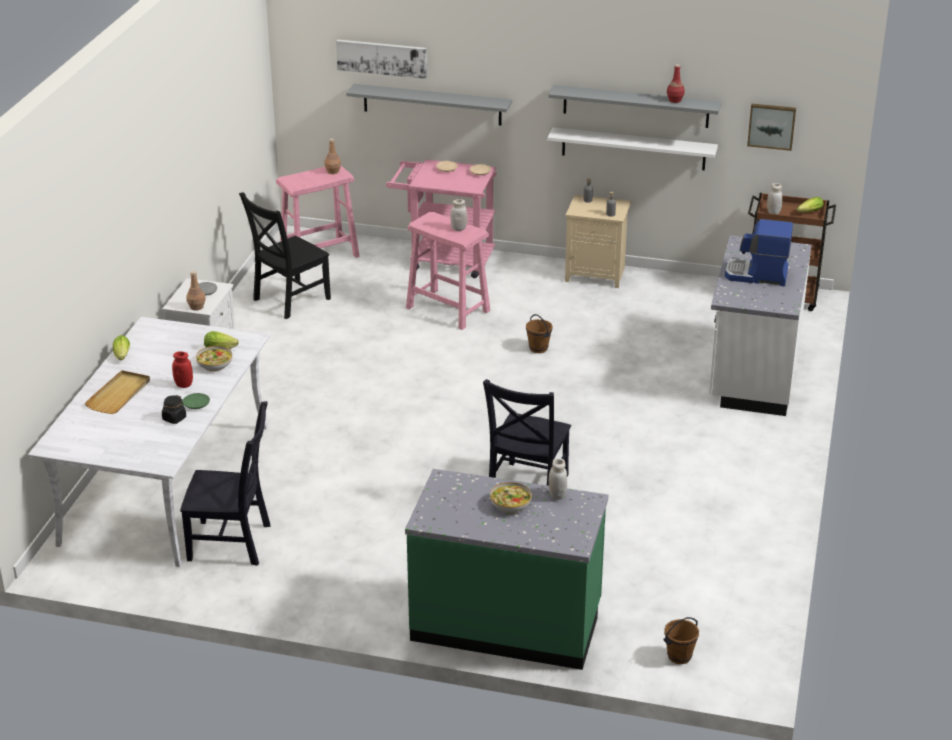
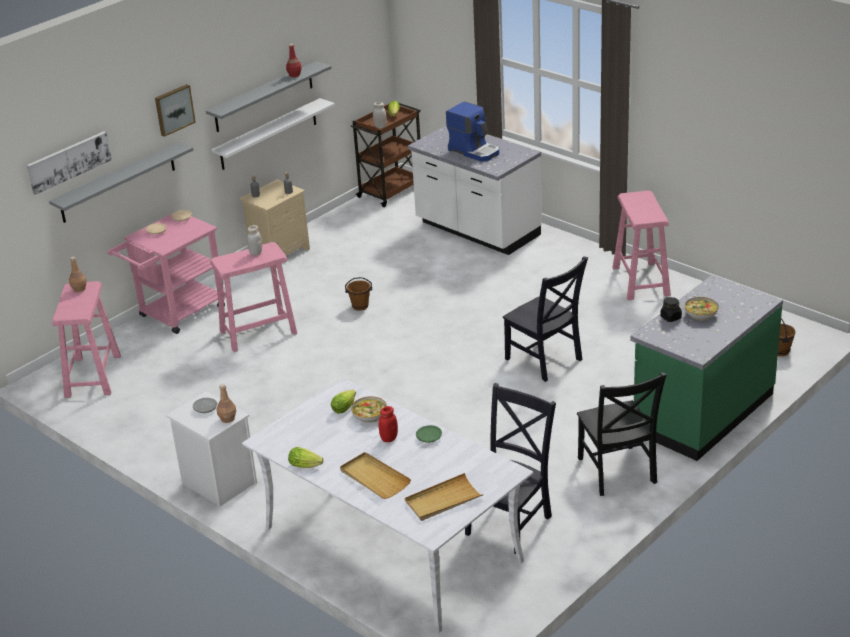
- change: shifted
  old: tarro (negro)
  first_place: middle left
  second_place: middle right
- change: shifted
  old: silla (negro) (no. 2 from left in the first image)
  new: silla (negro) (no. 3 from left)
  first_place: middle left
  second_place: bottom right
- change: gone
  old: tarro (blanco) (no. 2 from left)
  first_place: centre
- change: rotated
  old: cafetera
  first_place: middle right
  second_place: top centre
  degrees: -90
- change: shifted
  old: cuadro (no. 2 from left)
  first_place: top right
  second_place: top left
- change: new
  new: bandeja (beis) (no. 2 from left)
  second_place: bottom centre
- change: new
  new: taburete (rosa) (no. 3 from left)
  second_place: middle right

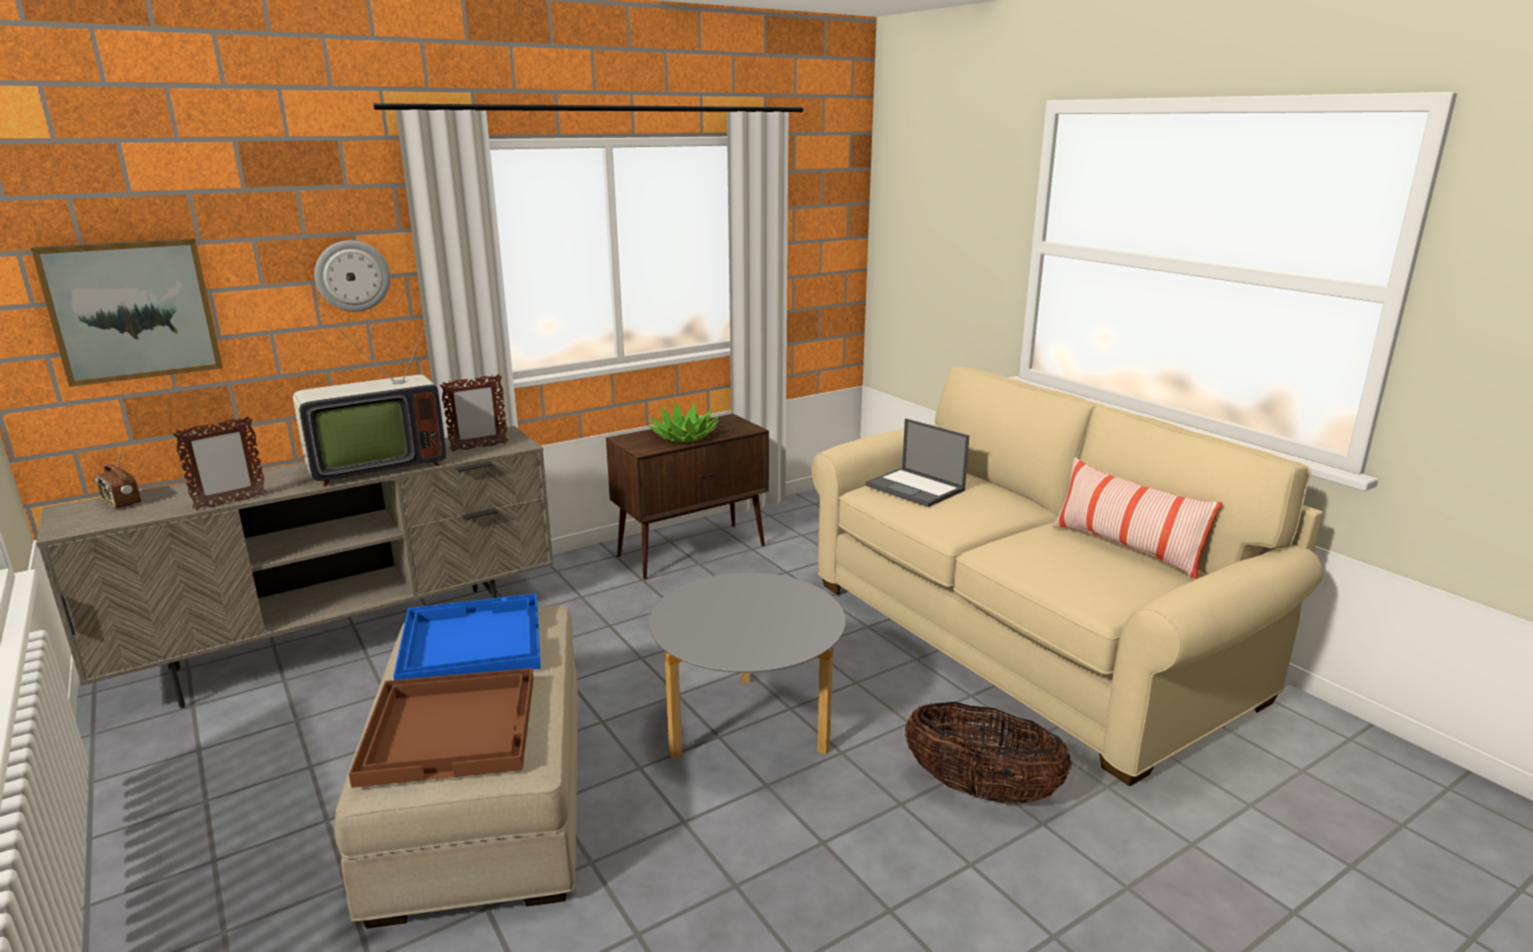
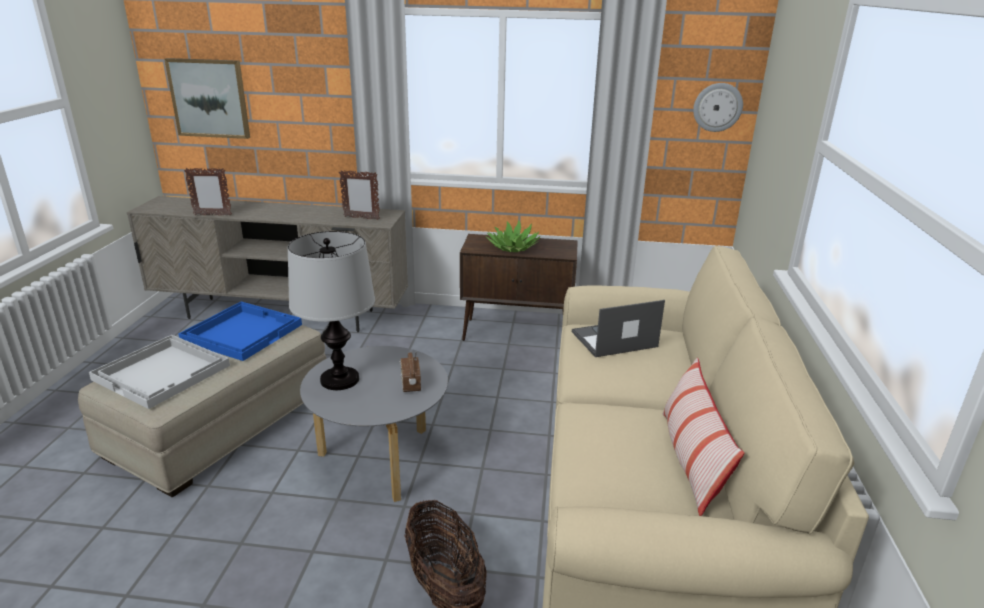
- change: shifted
  old: radio
  first_place: middle left
  second_place: centre
- change: gone
  old: televisor
  first_place: middle left
- change: shifted
  old: reloj de pared
  first_place: top left
  second_place: top right
- change: repainted
  old: bandeja (marrón)
  new: bandeja (blanco)
  first_place: bottom left
  second_place: middle left
- change: rotated
  old: portátil
  first_place: centre
  second_place: centre
  degrees: 75
- change: new
  new: lámpara de mesa
  second_place: centre

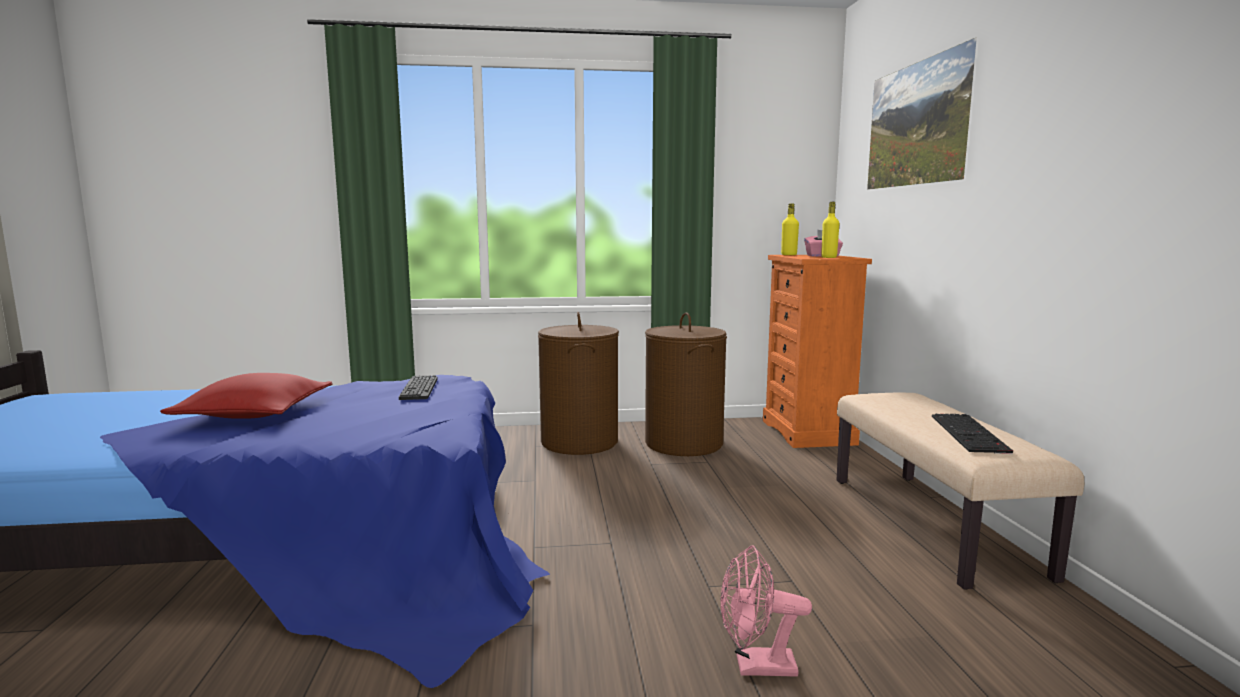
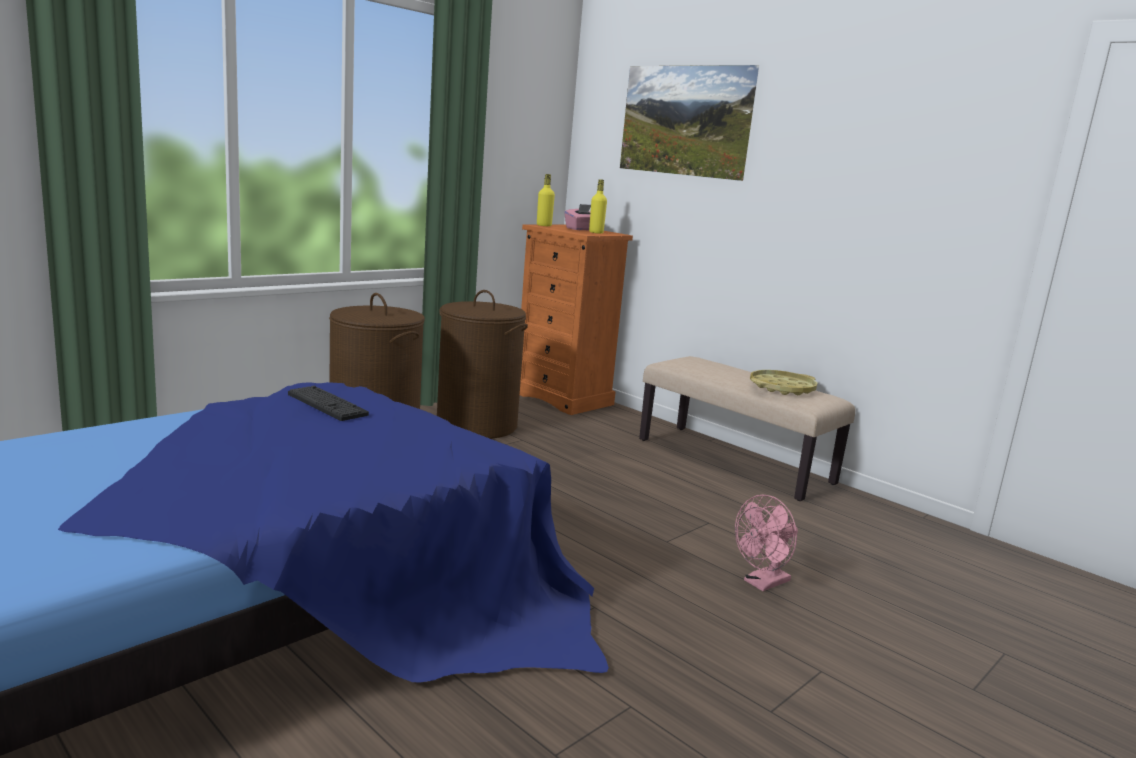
- change: gone
  old: cojín (rojo)
  first_place: middle left
- change: swapped
  old: teclado (no. 2 from left)
  new: bandeja (amarillo)
  first_place: middle right
  second_place: middle right

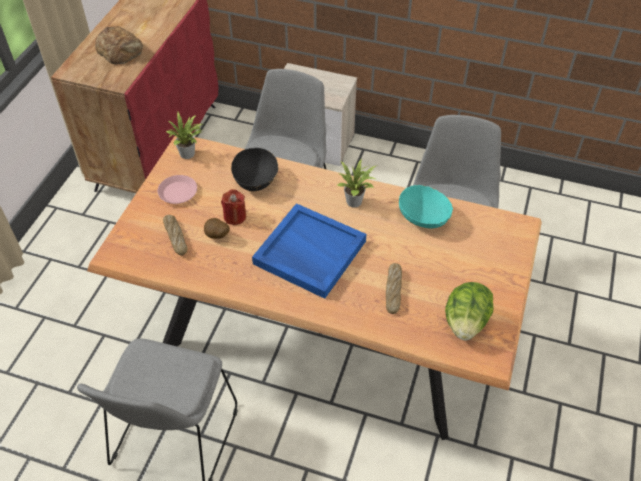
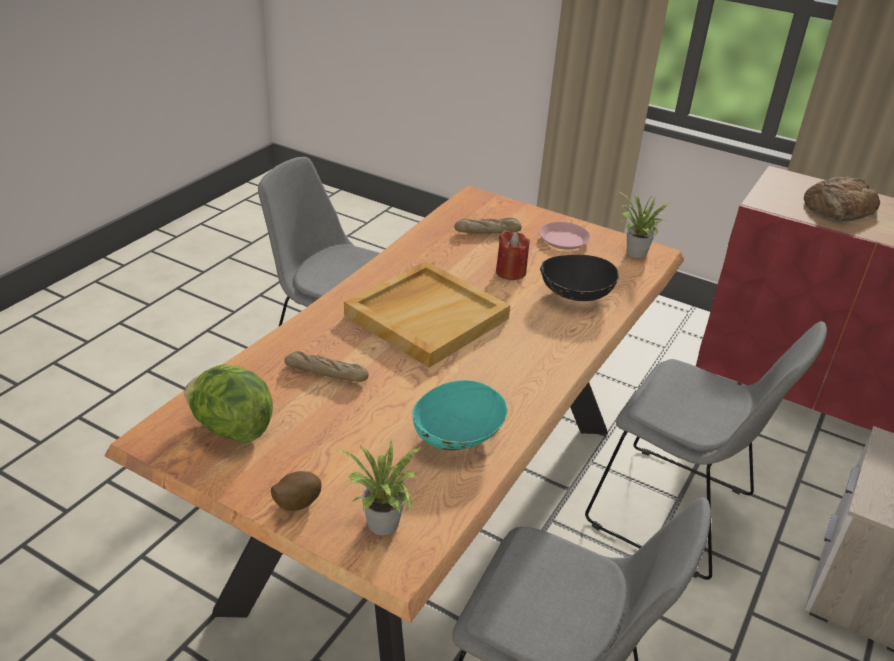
- change: shifted
  old: patata
  first_place: centre
  second_place: bottom left
- change: repainted
  old: bandeja (azul)
  new: bandeja (beis)
  first_place: centre
  second_place: centre
- change: shifted
  old: planta en maceta (no. 2 from left in the first image)
  new: planta en maceta (no. 1 from left)
  first_place: centre
  second_place: bottom centre

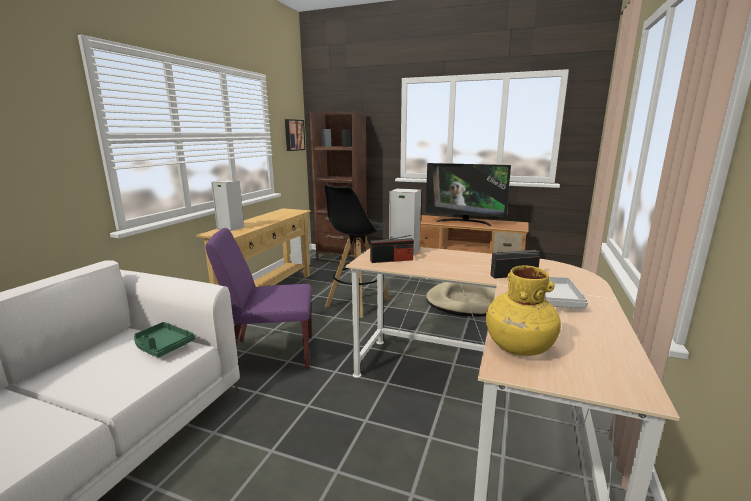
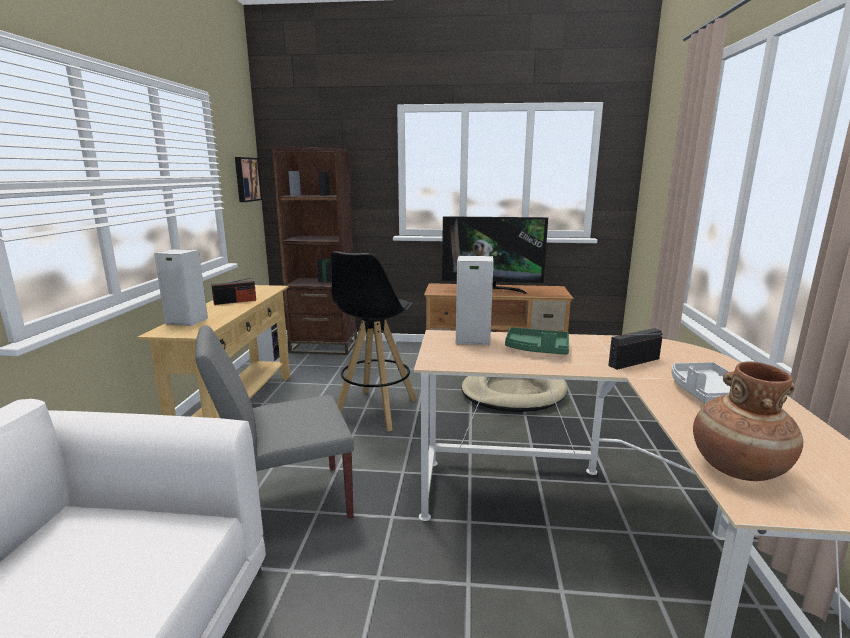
- change: shifted
  old: bandeja (verde)
  first_place: bottom left
  second_place: centre
- change: repainted
  old: silla (morado)
  new: silla (gris)
  first_place: centre
  second_place: middle left
- change: shifted
  old: radio (no. 1 from left)
  first_place: centre
  second_place: middle left
- change: repainted
  old: florero (amarillo)
  new: florero (marrón)
  first_place: middle right
  second_place: middle right

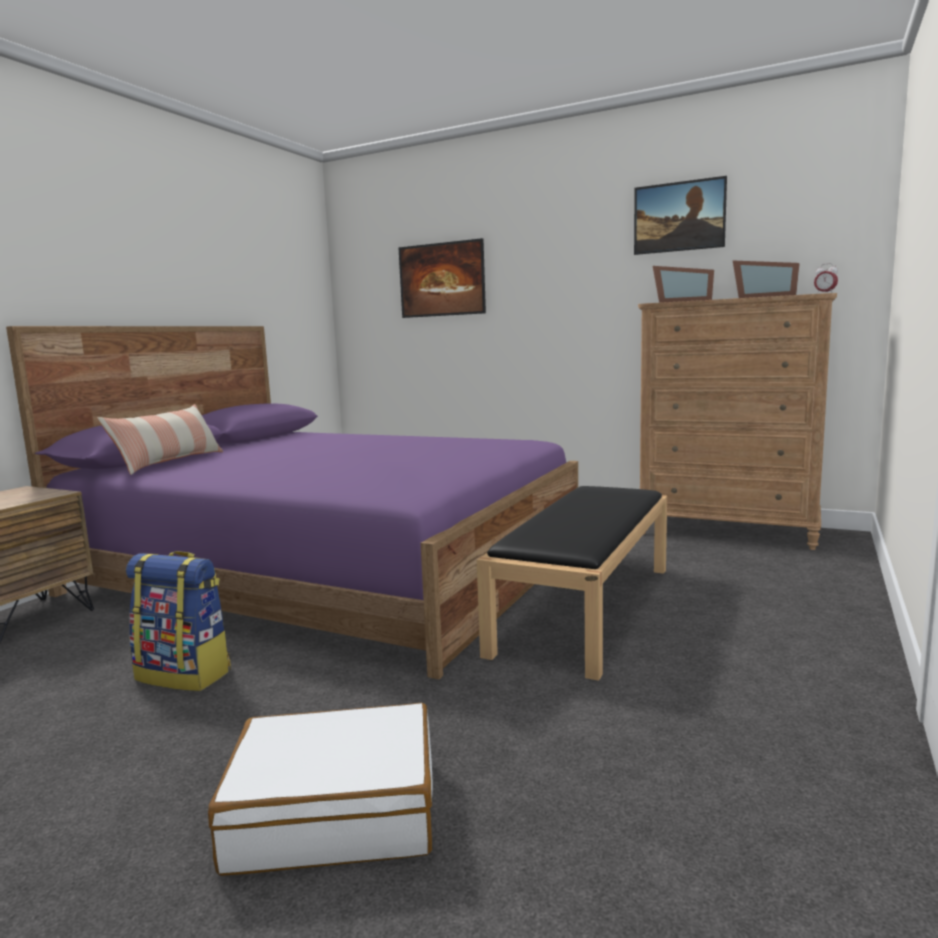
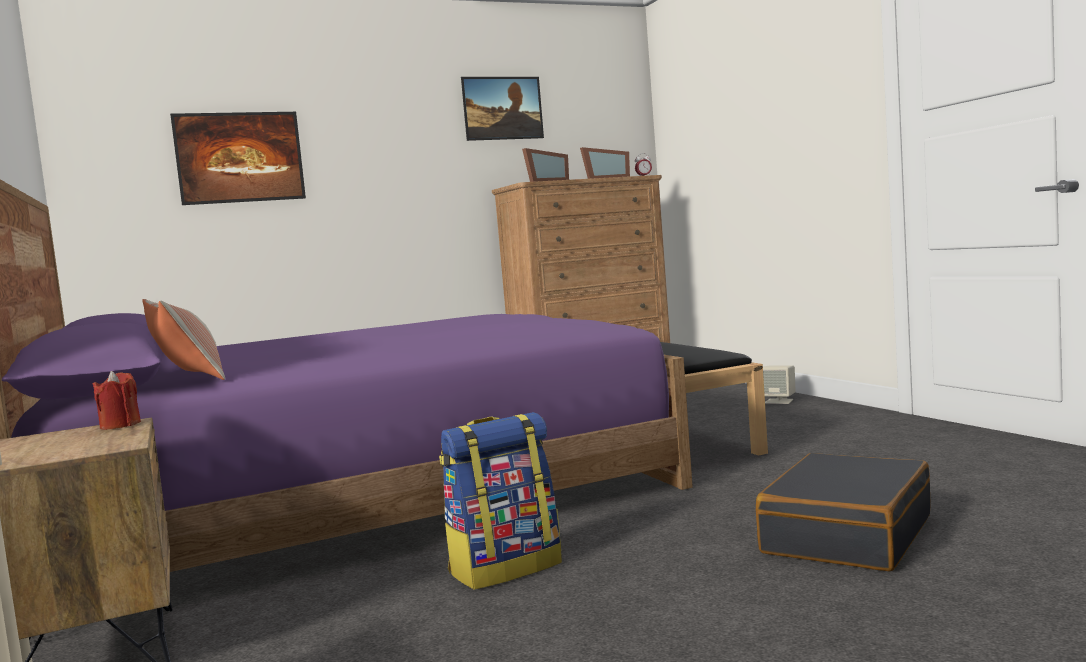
- change: repainted
  old: maleta (blanco)
  new: maleta (negro)
  first_place: bottom centre
  second_place: bottom right
- change: new
  new: vela (rojo)
  second_place: middle left
- change: new
  new: altavoz (beis)
  second_place: middle right

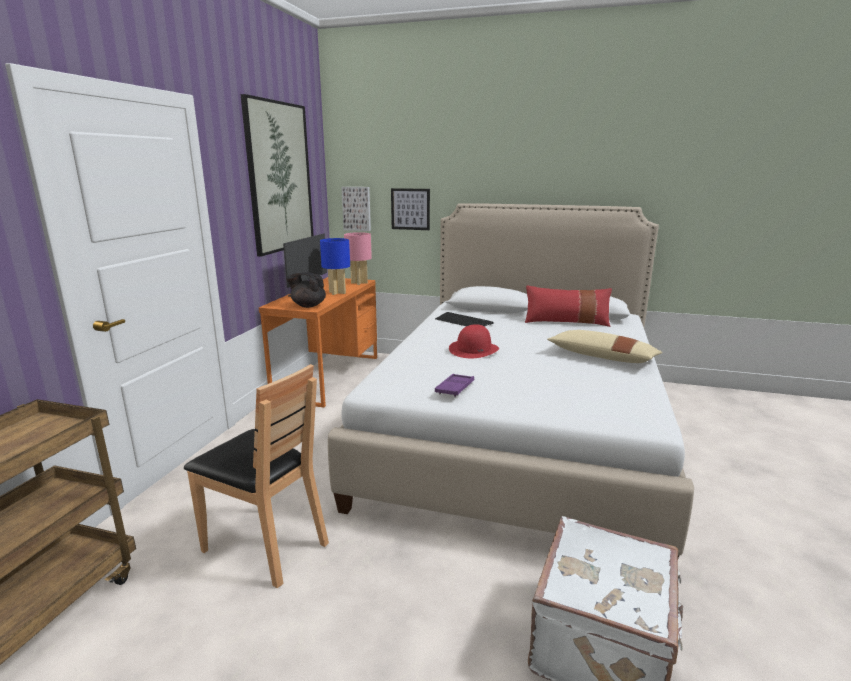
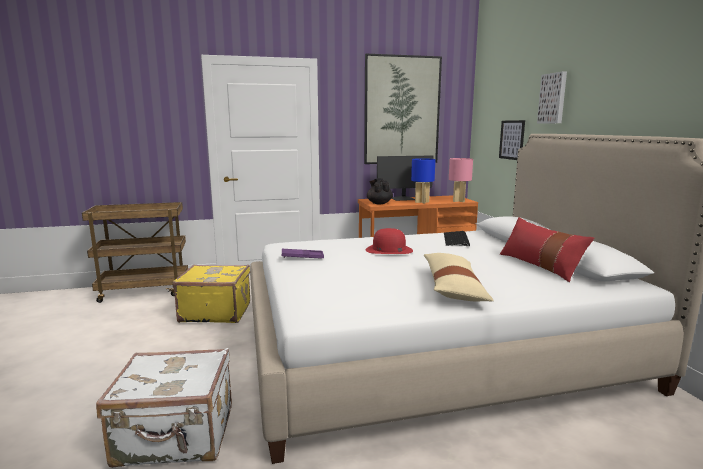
- change: swapped
  old: silla (marrón)
  new: maleta (amarillo)
  first_place: bottom left
  second_place: middle left
- change: shifted
  old: cuadro (no. 2 from left in the first image)
  new: cuadro (no. 3 from left)
  first_place: top centre
  second_place: top right

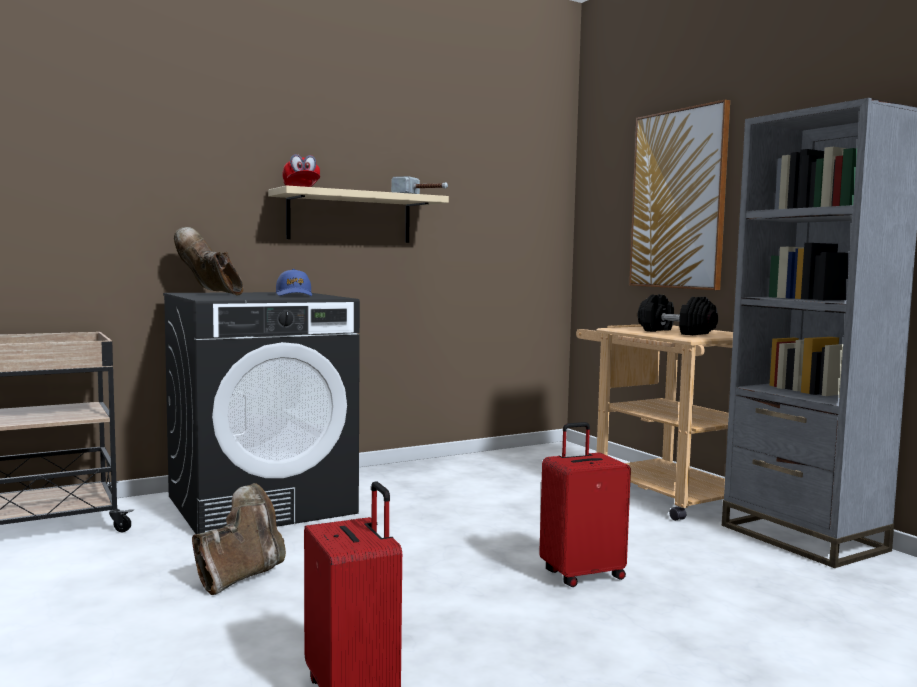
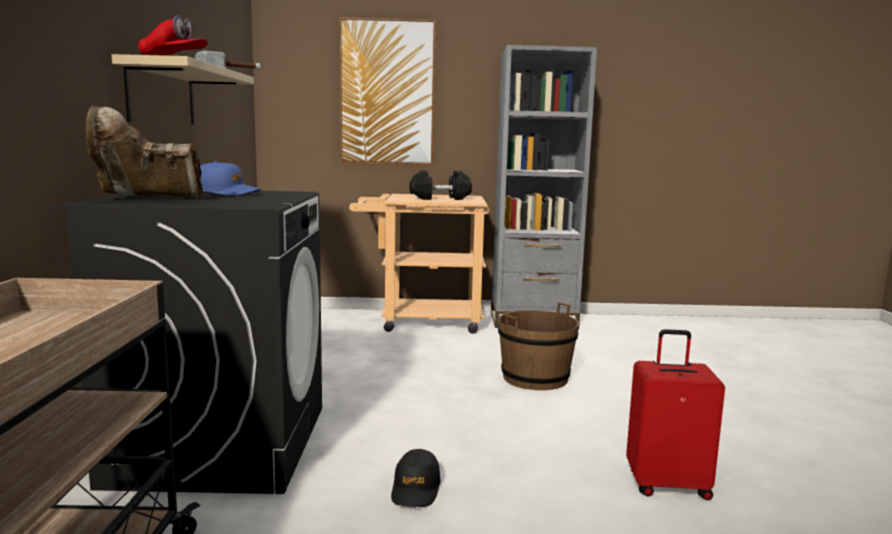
- change: swapped
  old: bota (marrón) (no. 2 from left)
  new: gorra (negro)
  first_place: bottom left
  second_place: bottom centre
- change: swapped
  old: maleta (rojo) (no. 2 from left)
  new: cubo (marrón)
  first_place: bottom centre
  second_place: centre

